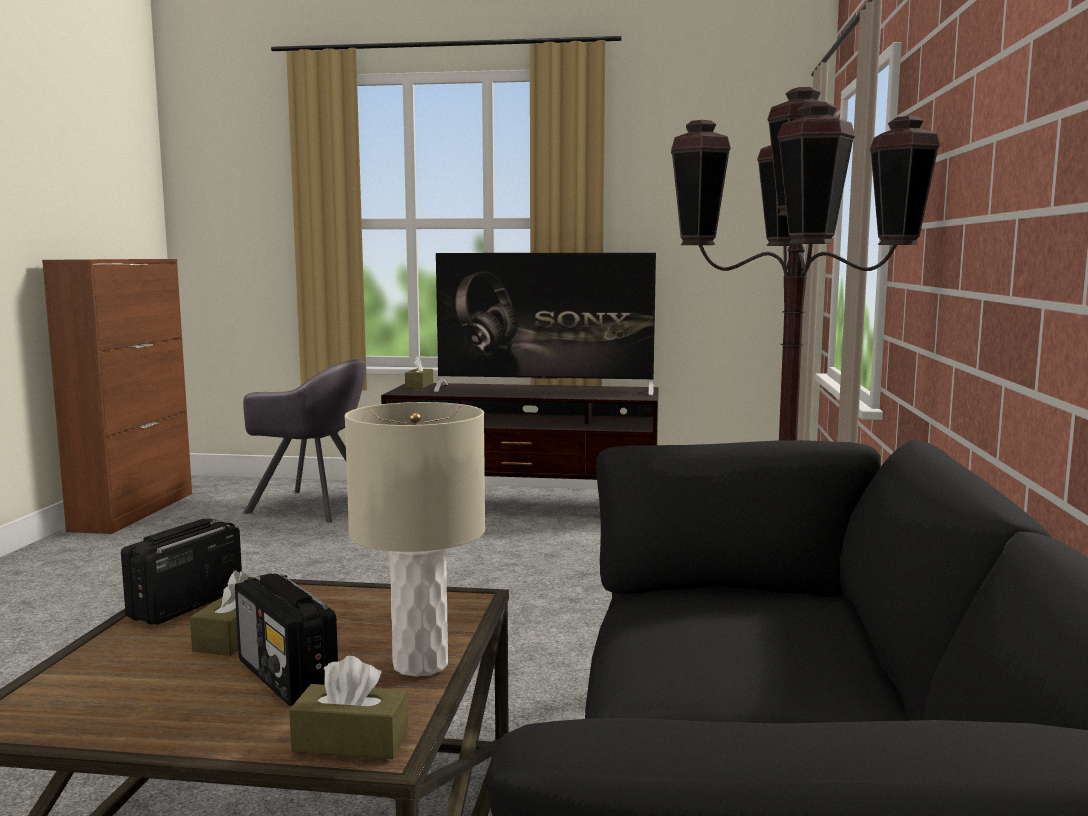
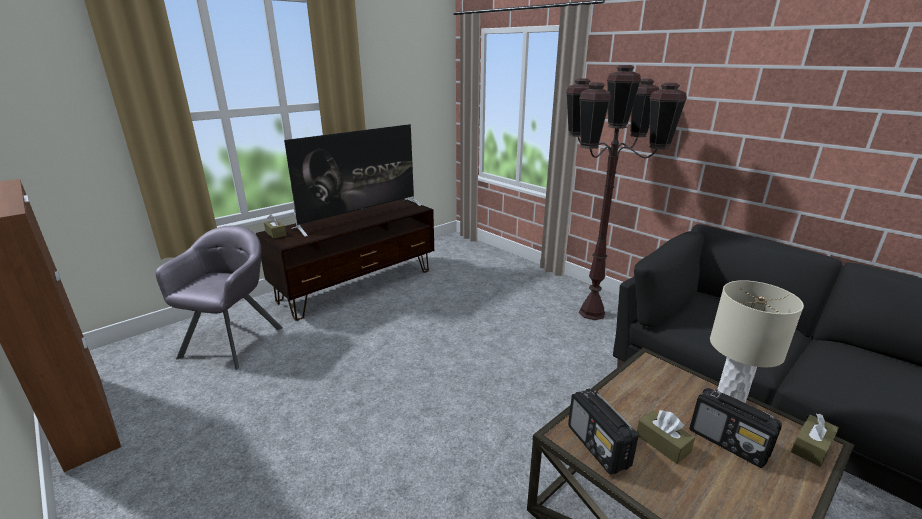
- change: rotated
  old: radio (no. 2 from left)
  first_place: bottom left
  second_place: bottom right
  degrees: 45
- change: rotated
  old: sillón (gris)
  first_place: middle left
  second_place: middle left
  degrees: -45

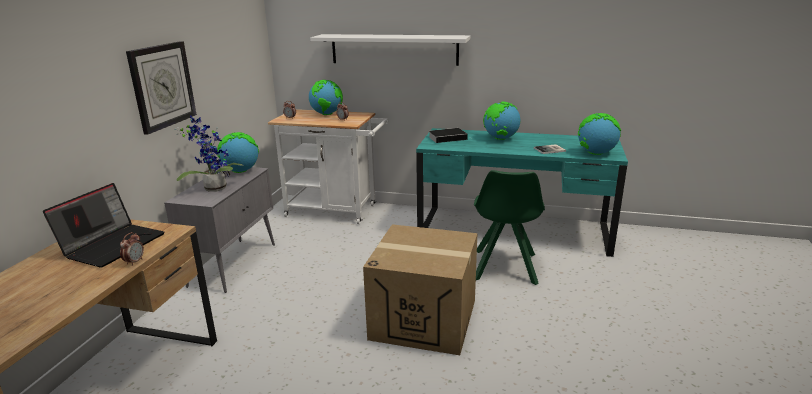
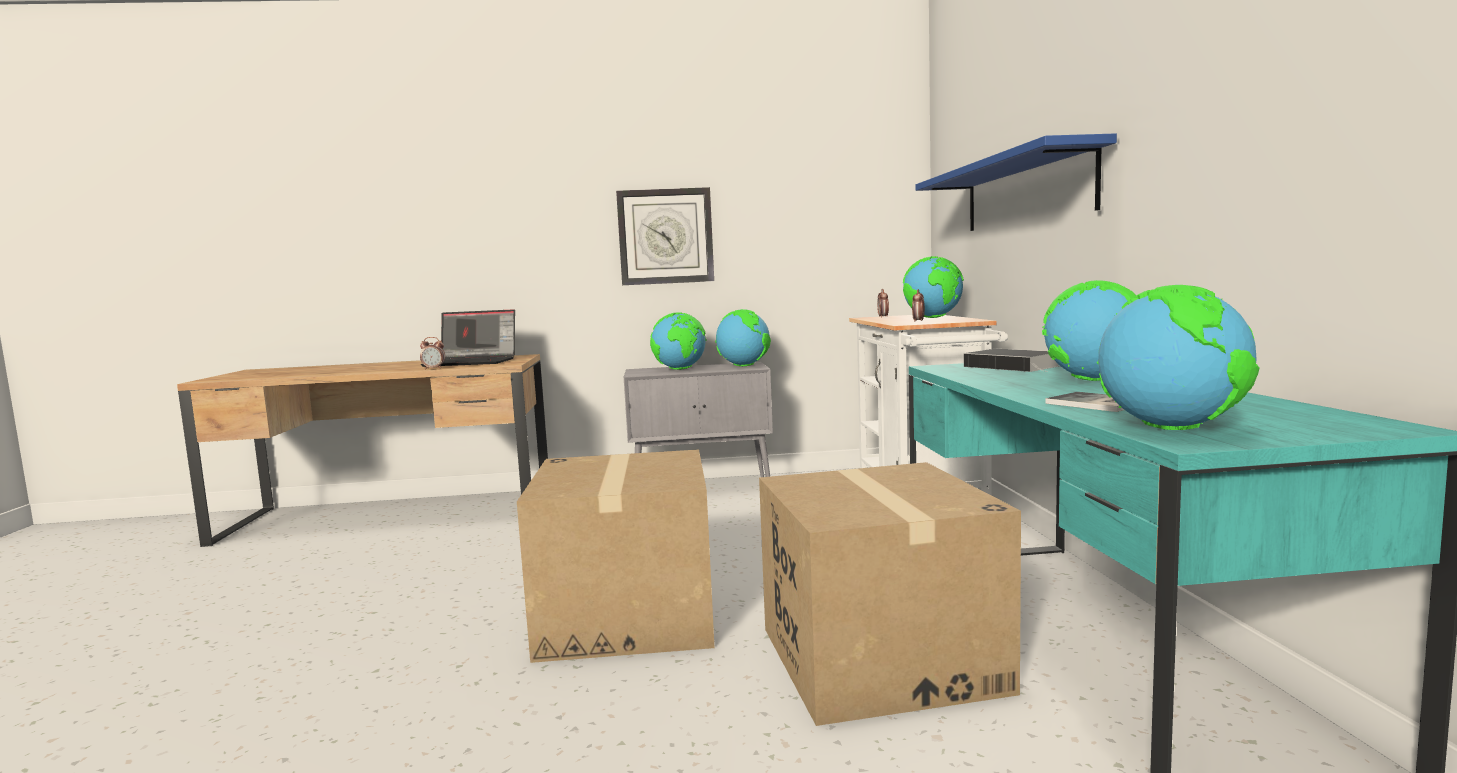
- change: swapped
  old: planta en maceta
  new: globo terráqueo (no. 1 from left)
  first_place: middle left
  second_place: centre
- change: repainted
  old: estante (blanco)
  new: estante (azul)
  first_place: top centre
  second_place: top right
- change: swapped
  old: silla (verde)
  new: caja de cartón (no. 2 from left)
  first_place: centre
  second_place: bottom centre

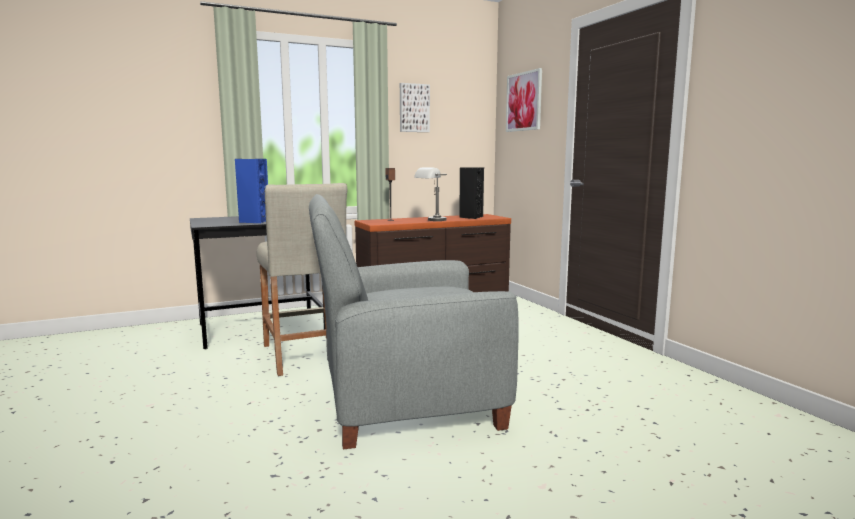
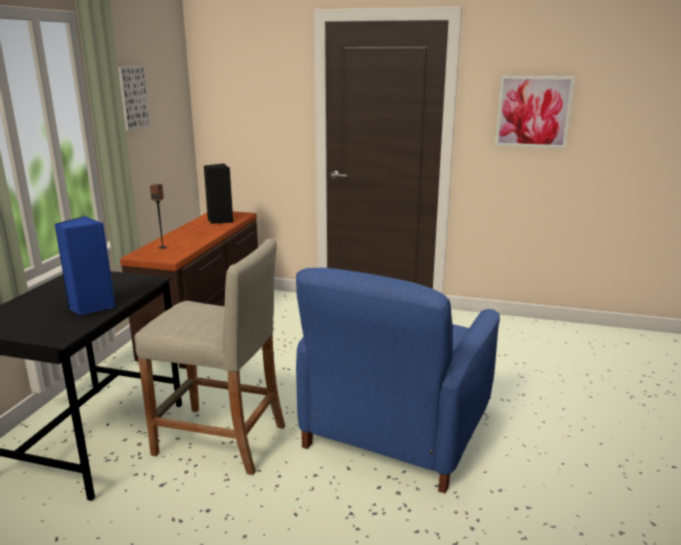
- change: repainted
  old: sillón (gris)
  new: sillón (azul)
  first_place: centre
  second_place: bottom centre
- change: gone
  old: lámpara de mesa (gris)
  first_place: centre
- change: shifted
  old: cuadro (no. 2 from left)
  first_place: top centre
  second_place: top right

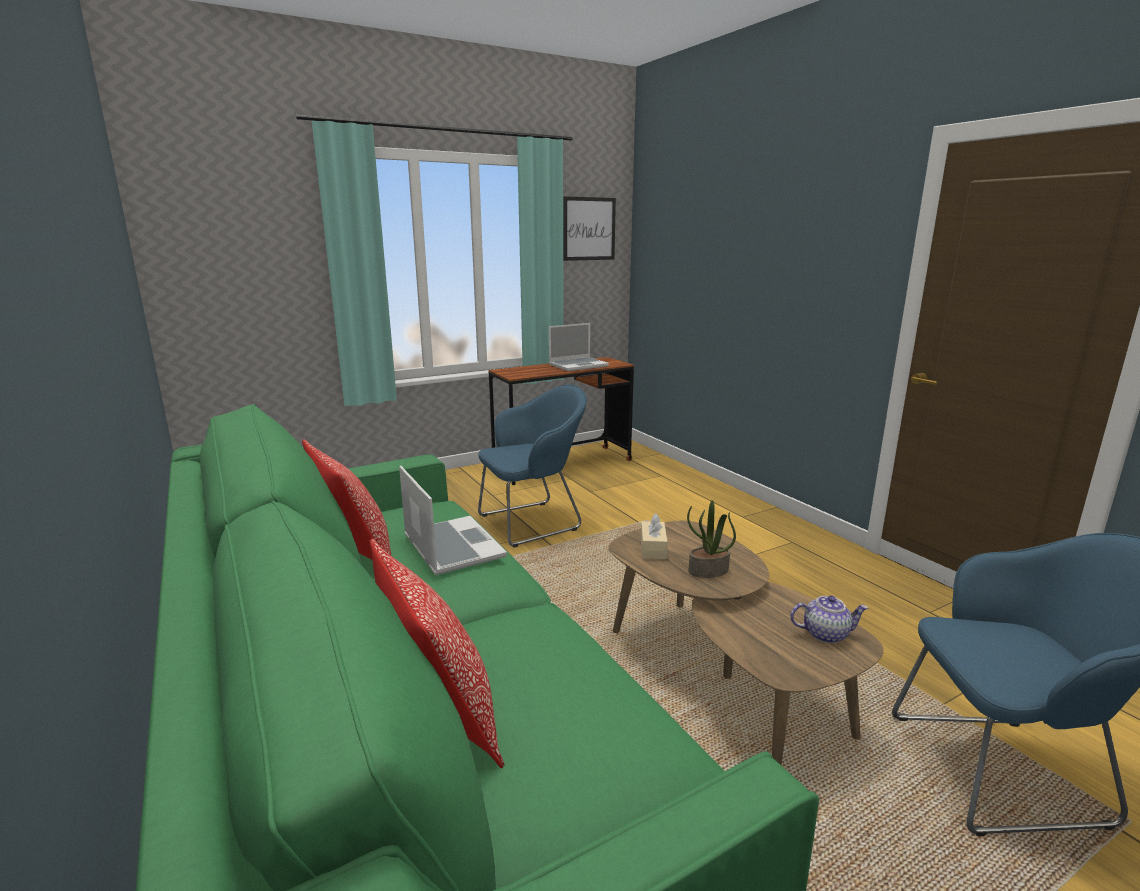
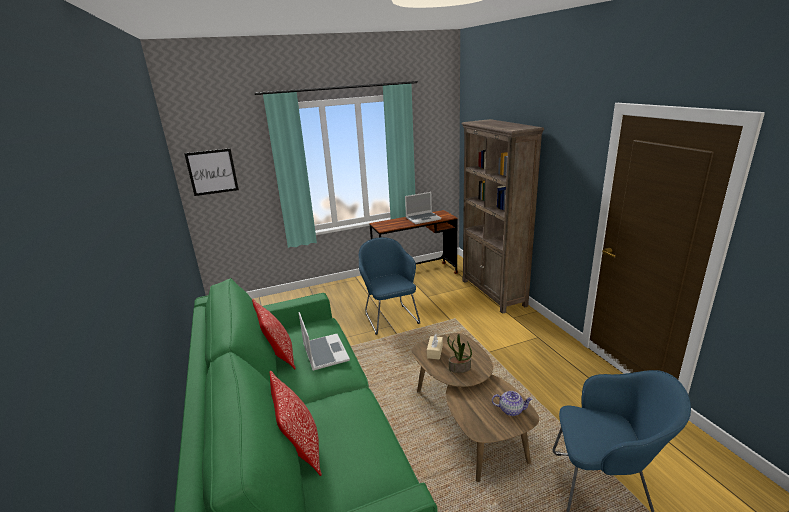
- change: rotated
  old: sillón (azul) (no. 1 from left)
  first_place: centre
  second_place: centre
  degrees: -90
- change: shifted
  old: cuadro
  first_place: top centre
  second_place: middle left
- change: new
  new: estantería (marrón)
  second_place: centre

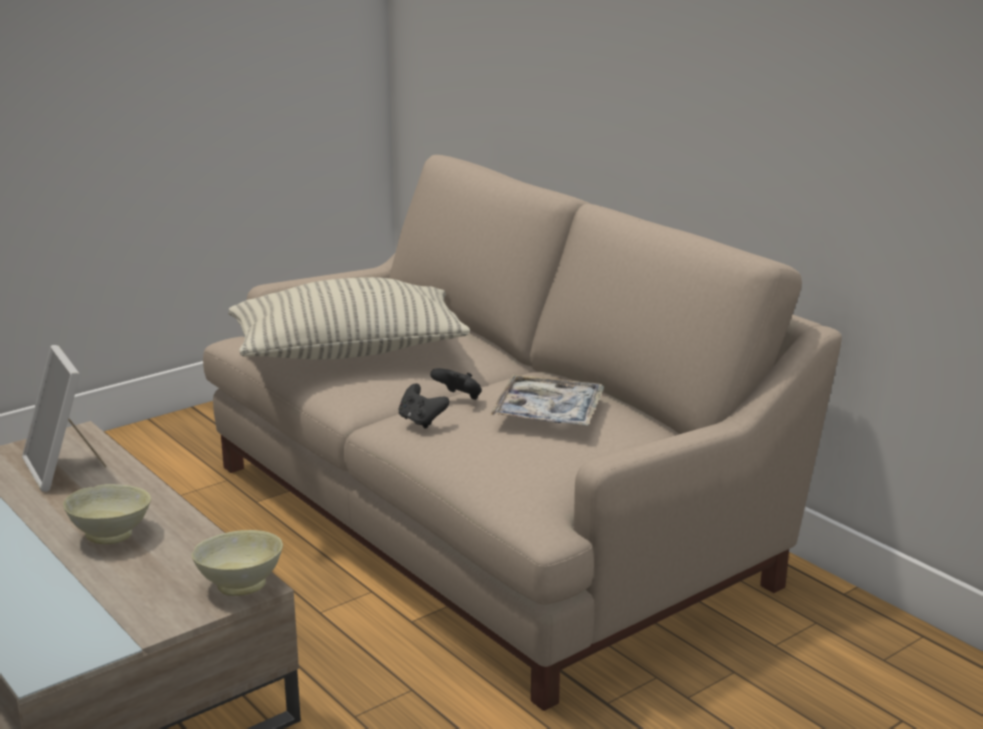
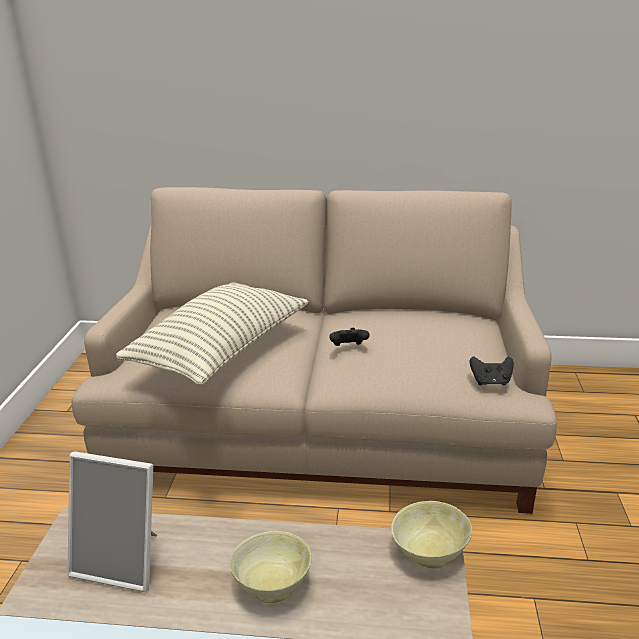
- change: shifted
  old: mando de consola (negro) (no. 1 from left in the first image)
  new: mando de consola (negro) (no. 2 from left)
  first_place: centre
  second_place: middle right
- change: gone
  old: bandeja
  first_place: centre

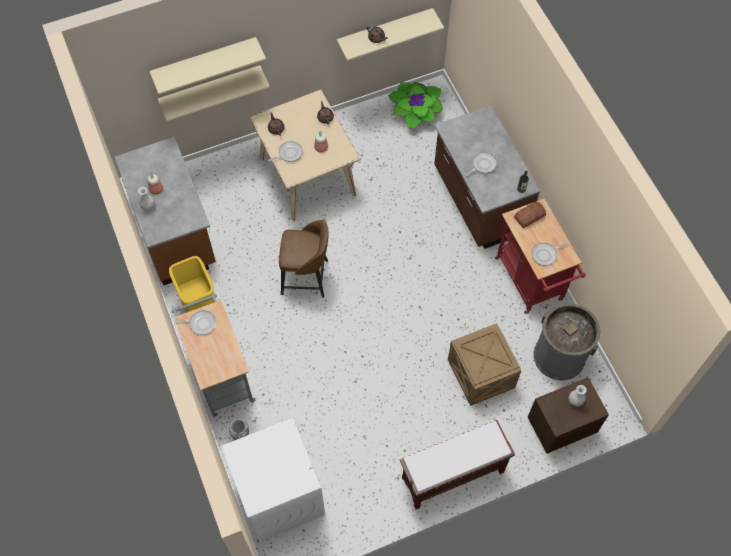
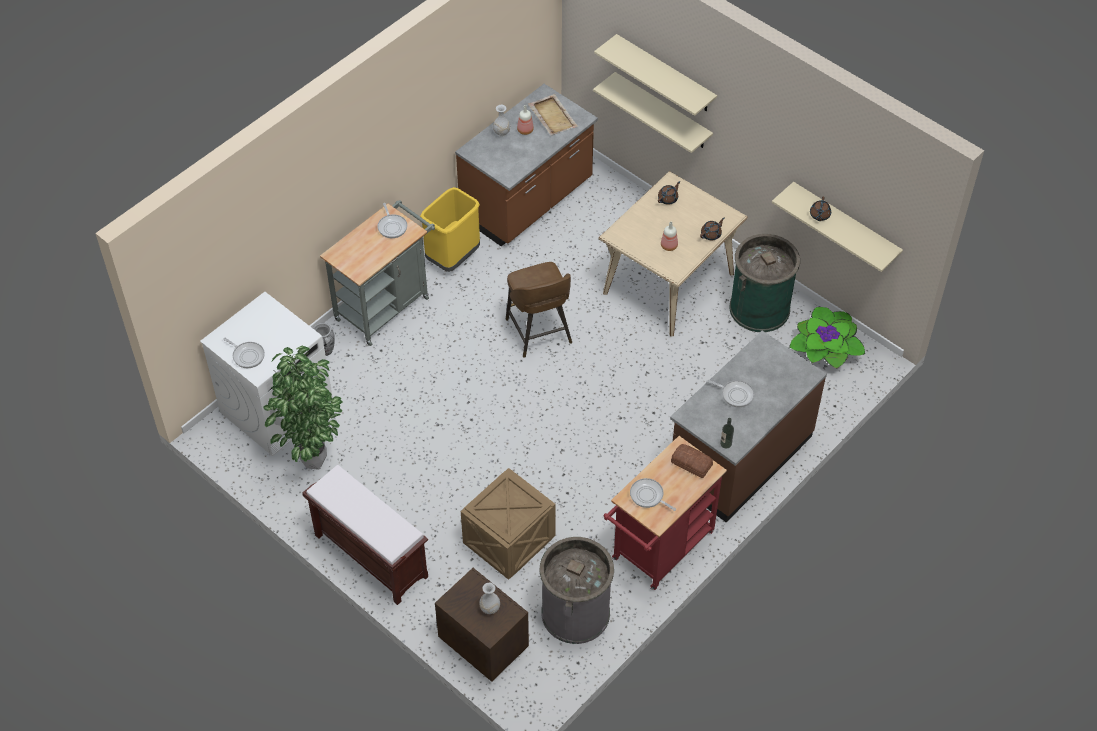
- change: shifted
  old: sartén (no. 2 from left in the first image)
  new: sartén (no. 1 from left)
  first_place: top centre
  second_place: middle left
- change: new
  new: planta en maceta (no. 1 from left)
  second_place: middle left
- change: new
  new: bandeja (beis)
  second_place: top centre
- change: new
  new: papelera (verde)
  second_place: middle right

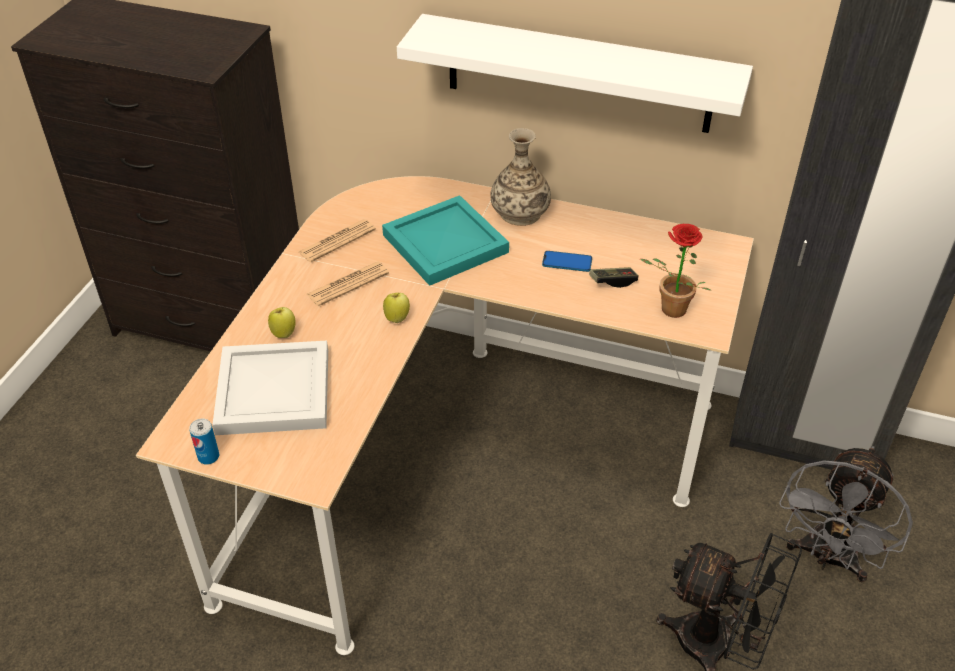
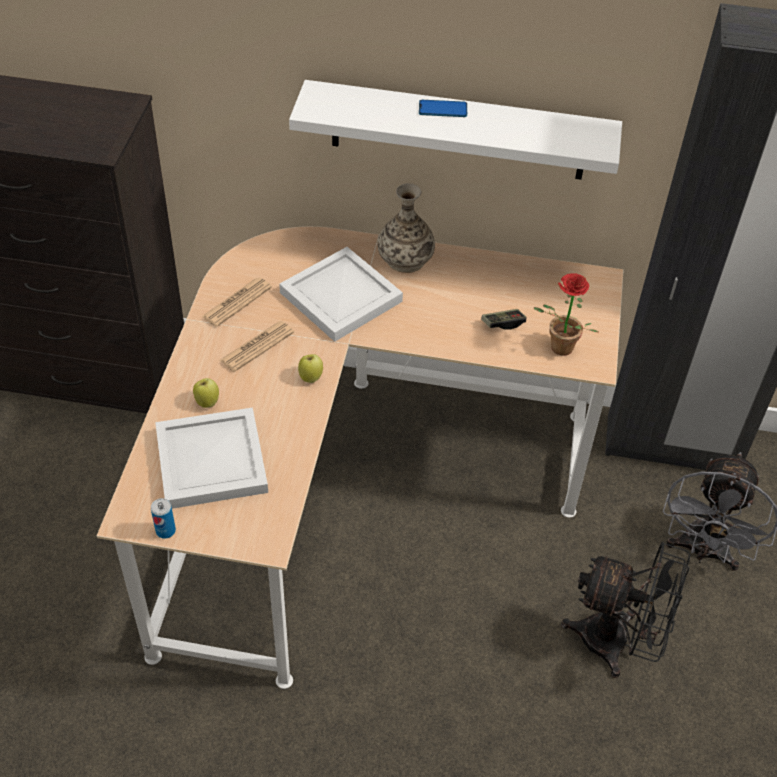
- change: repainted
  old: bandeja (turquesa)
  new: bandeja (blanco) (no. 2 from left)
  first_place: centre
  second_place: centre
- change: shifted
  old: móvil
  first_place: centre
  second_place: top centre

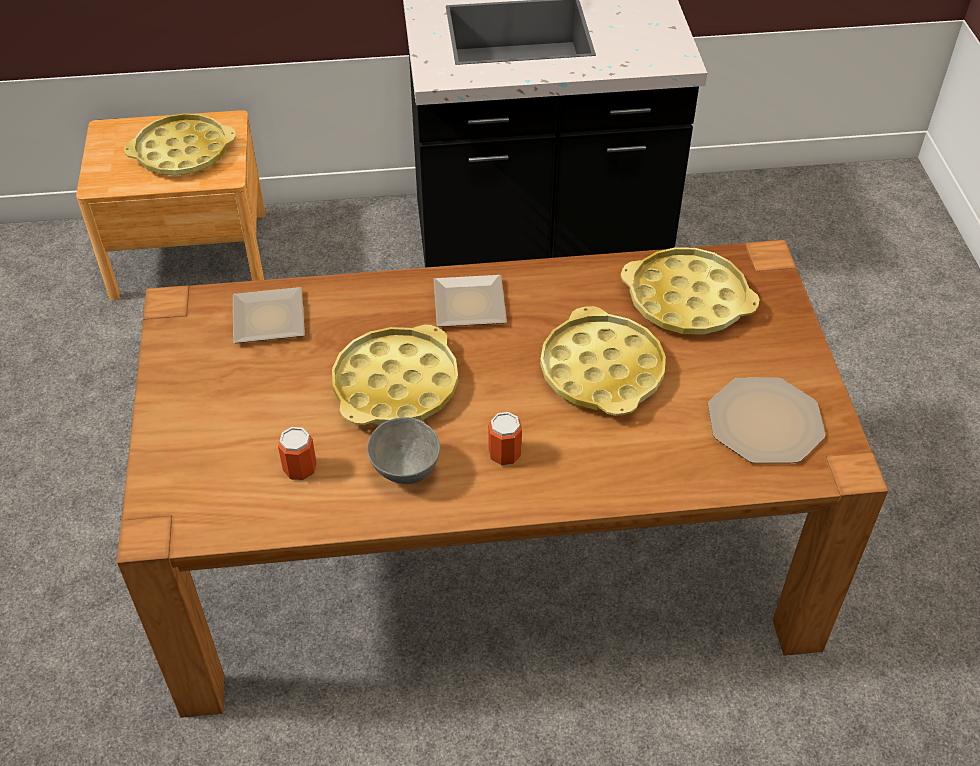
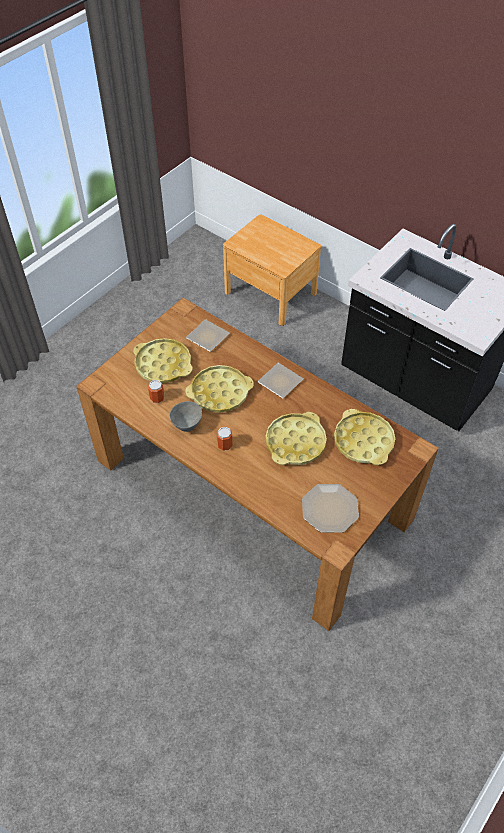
- change: shifted
  old: bandeja (amarillo) (no. 1 from left)
  first_place: top left
  second_place: middle left

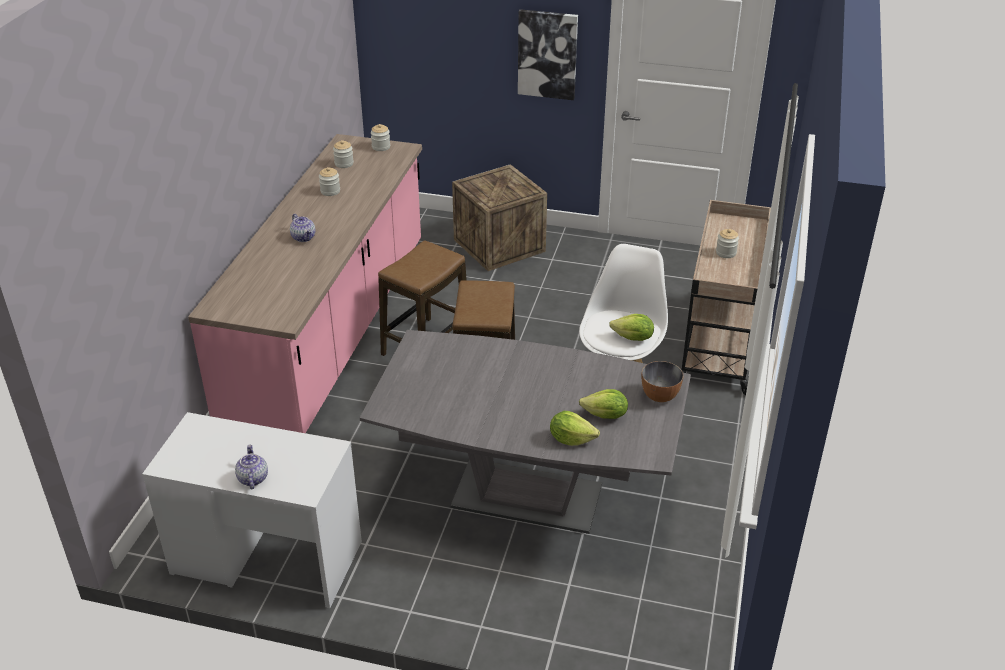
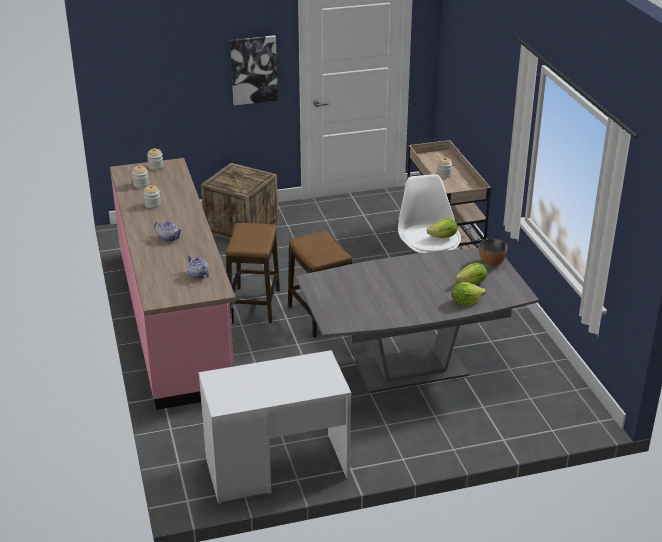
- change: shifted
  old: tetera (no. 1 from left in the first image)
  new: tetera (no. 2 from left)
  first_place: bottom left
  second_place: middle left

